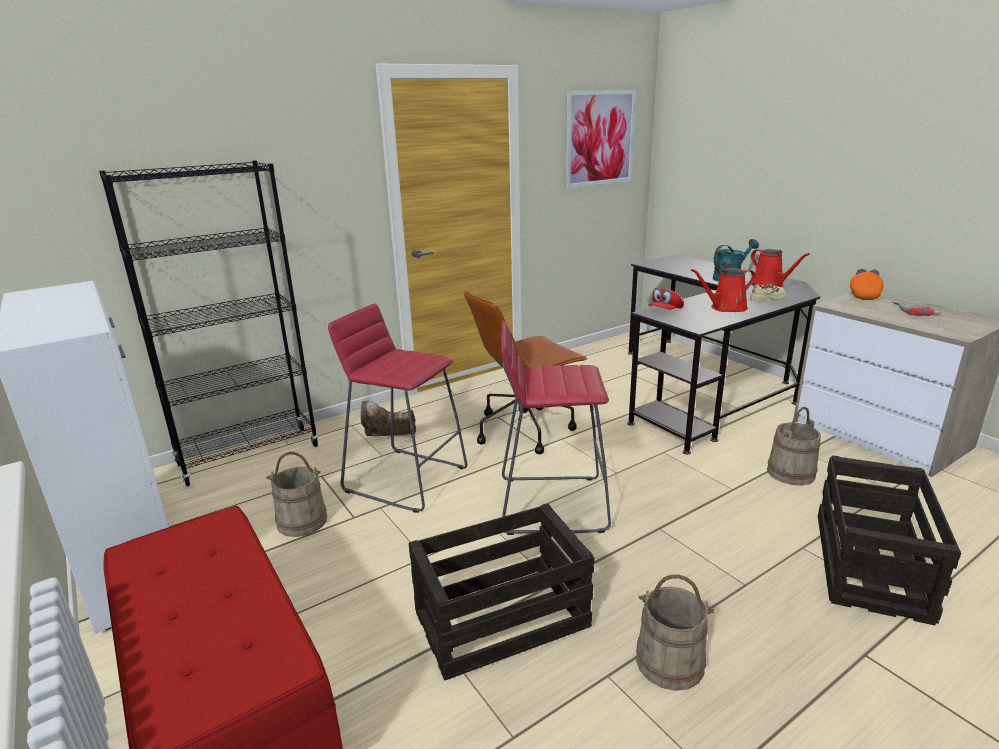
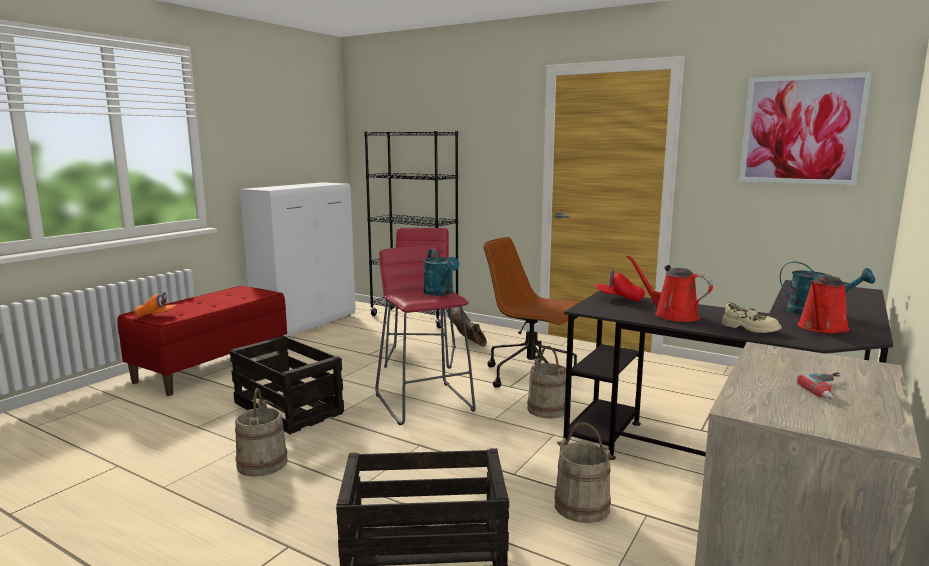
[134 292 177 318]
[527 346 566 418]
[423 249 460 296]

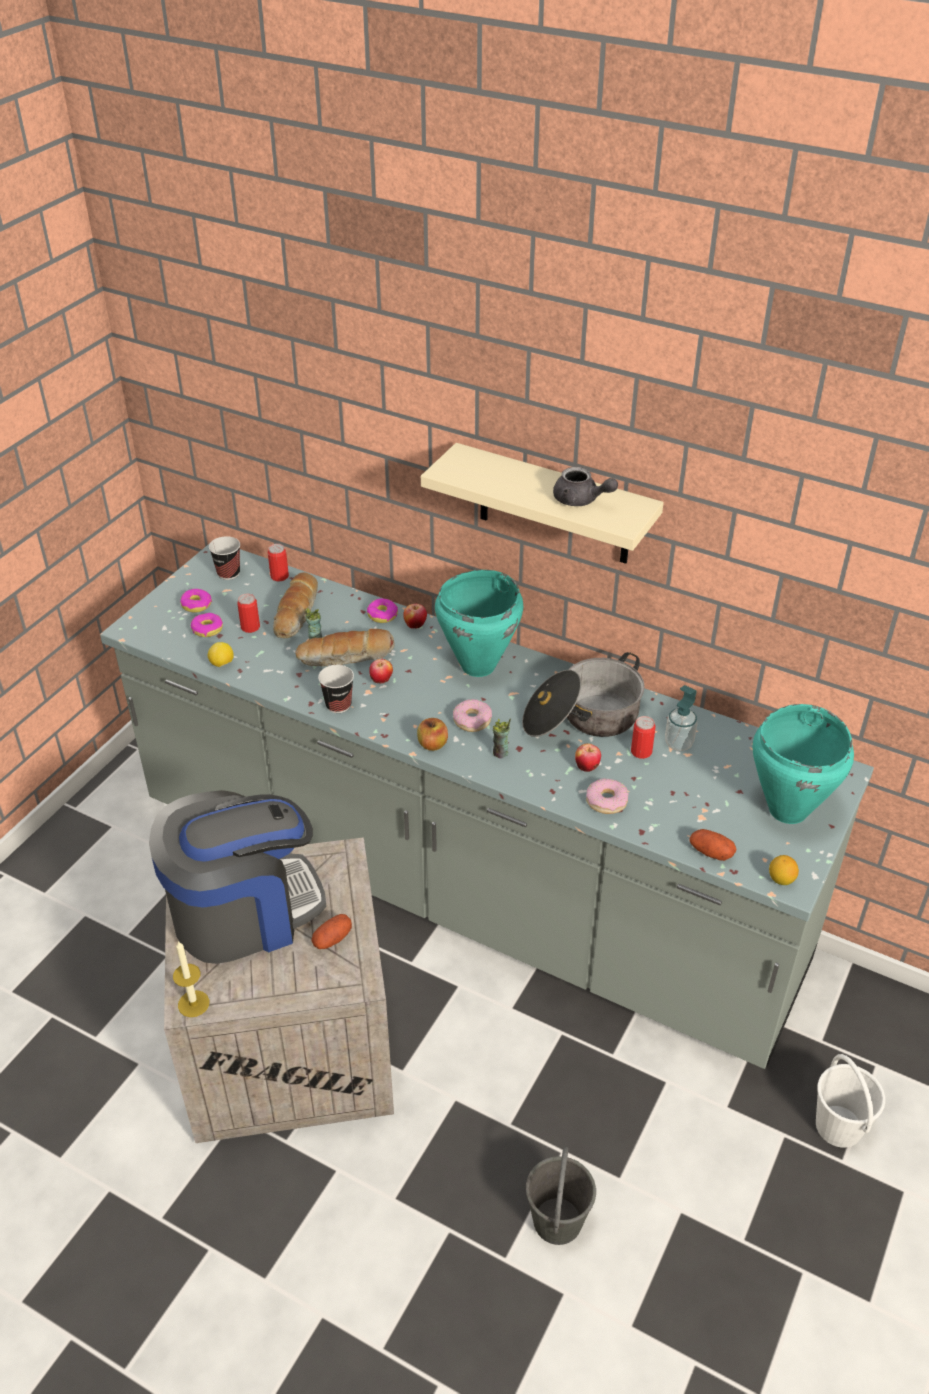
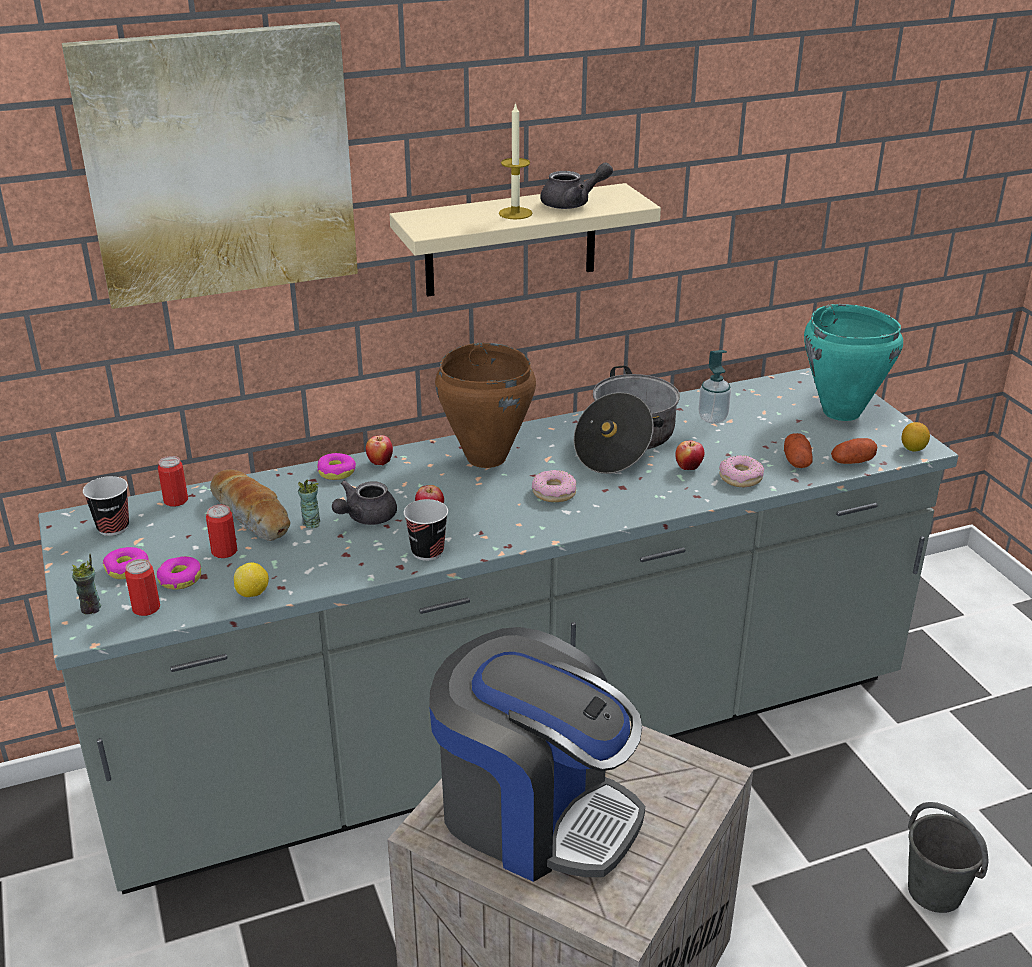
[435 343 536 468]
[332 481 397 525]
[125 559 160 616]
[417 718 448 751] (first image)
[72 554 101 615]
[429 627 645 882]
[784 433 813 468]
[499 102 533 219]
[816 1054 885 1148] (first image)
[62 22 358 309]

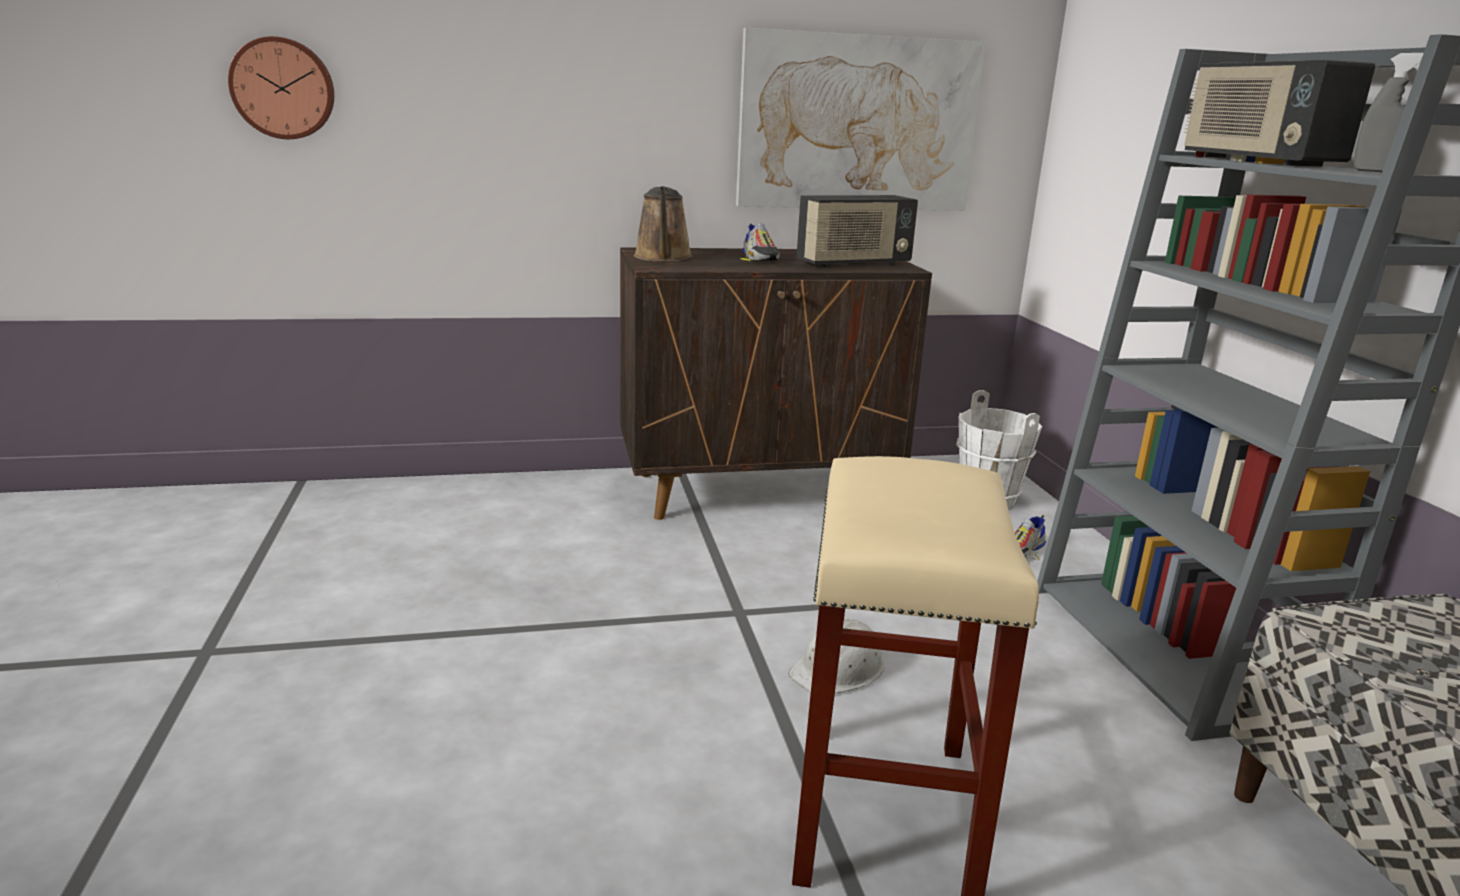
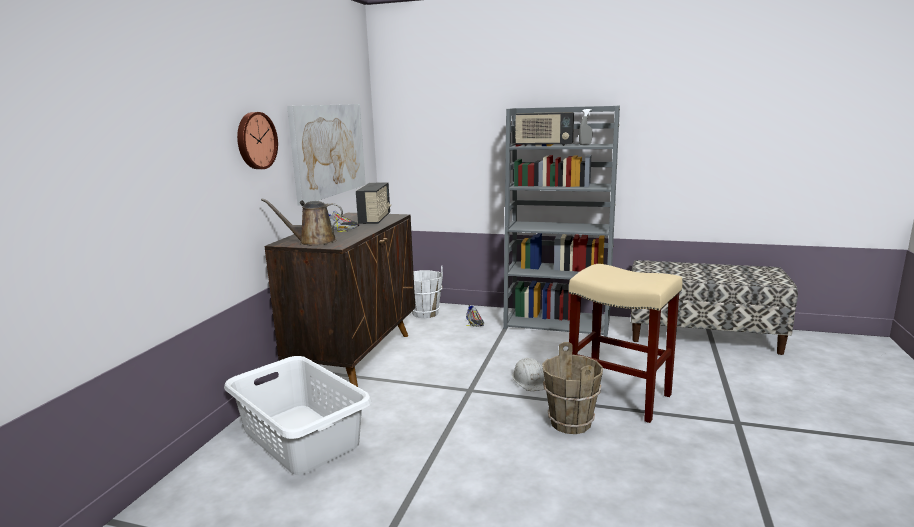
[237 112 278 169]
[261 198 343 246]
[542 342 603 434]
[224 356 372 475]

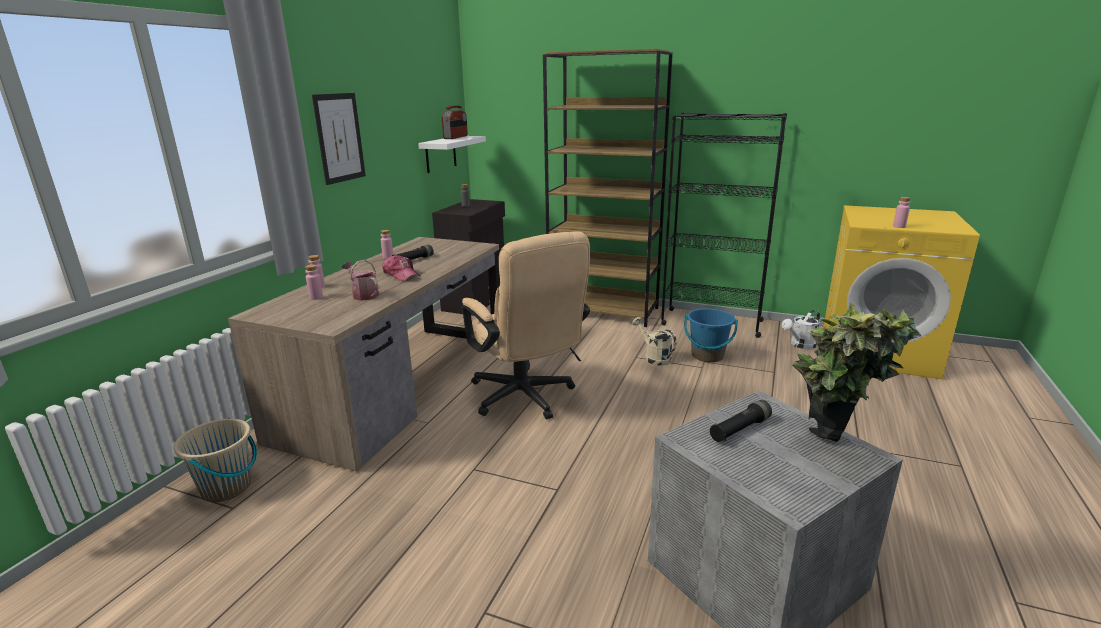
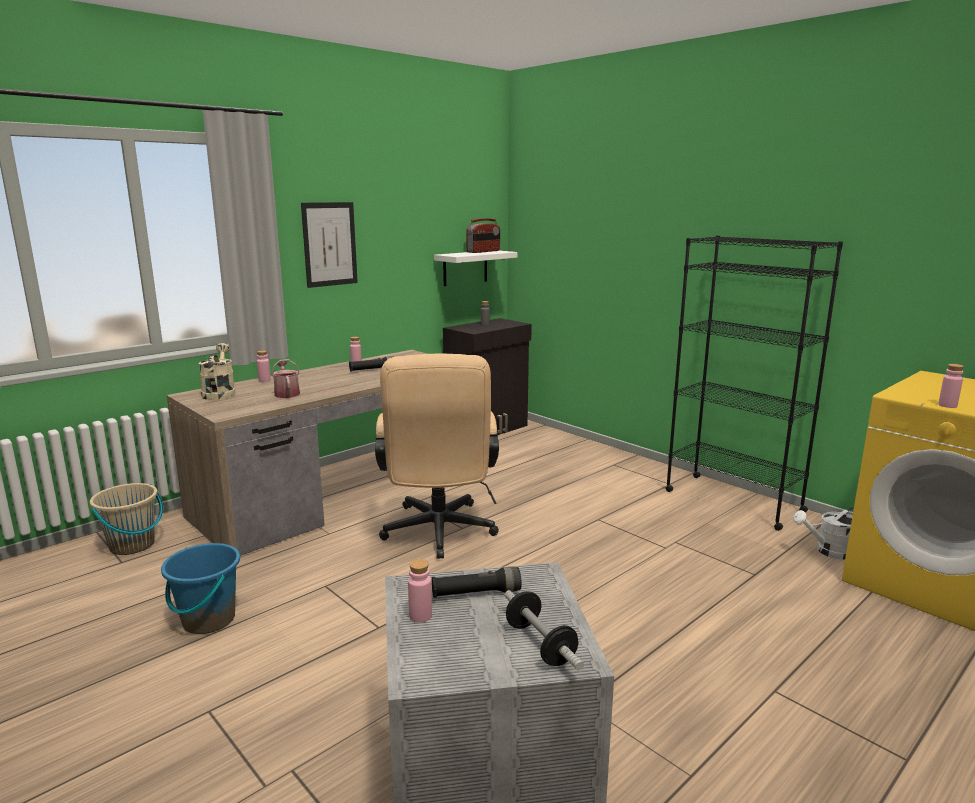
[543 49 673 327] (first image)
[382 255 420 281] (first image)
[408 559 432 623]
[504 590 584 670]
[161 543 240 634]
[198 343 236 400]

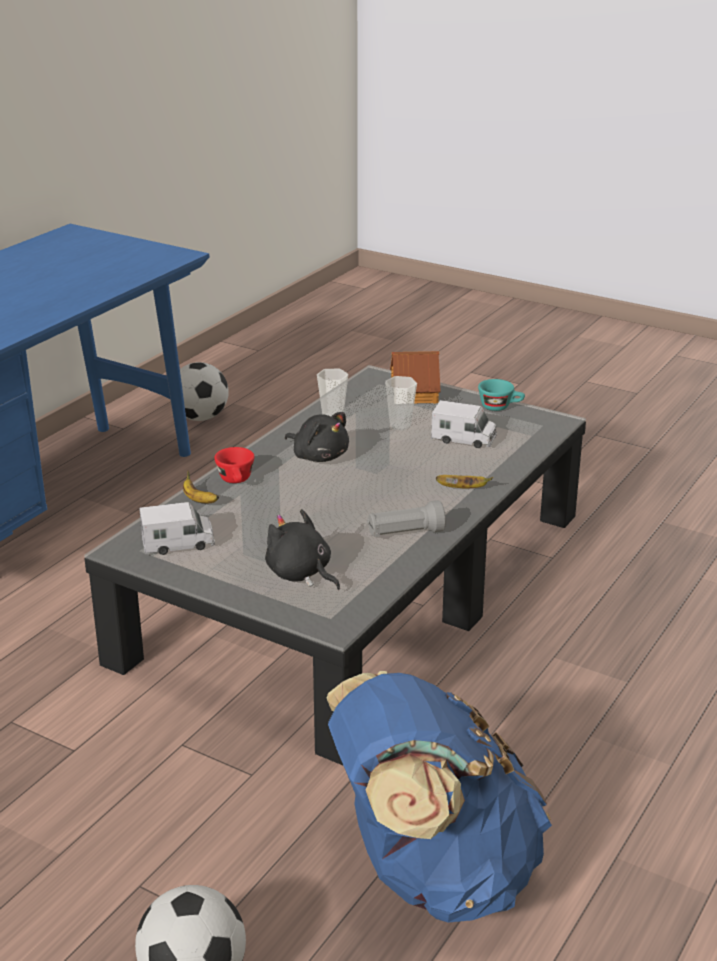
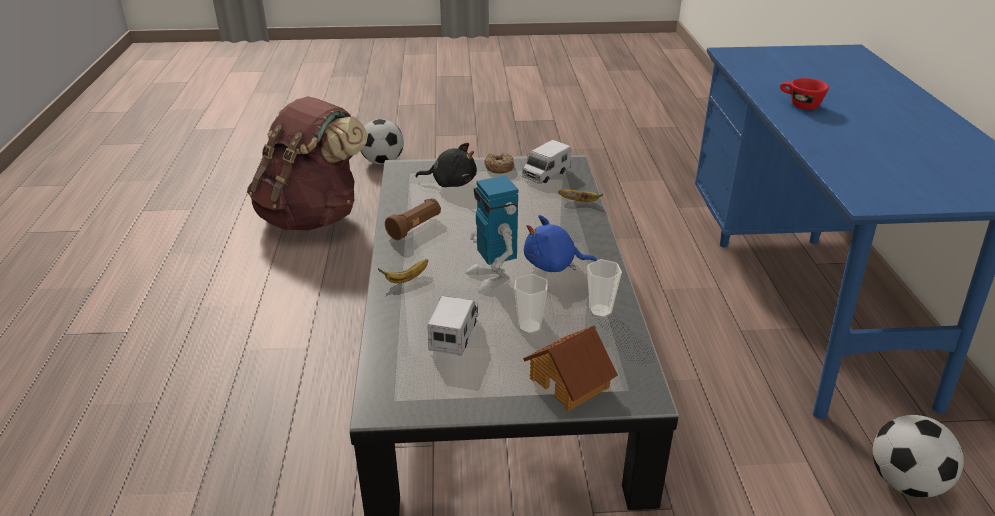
[478 379 525 411] (first image)
[427 296 479 356]
[524 215 597 272]
[780 78 829 110]
[385 198 441 240]
[247 96 368 231]
[484 153 514 174]
[465 175 518 293]

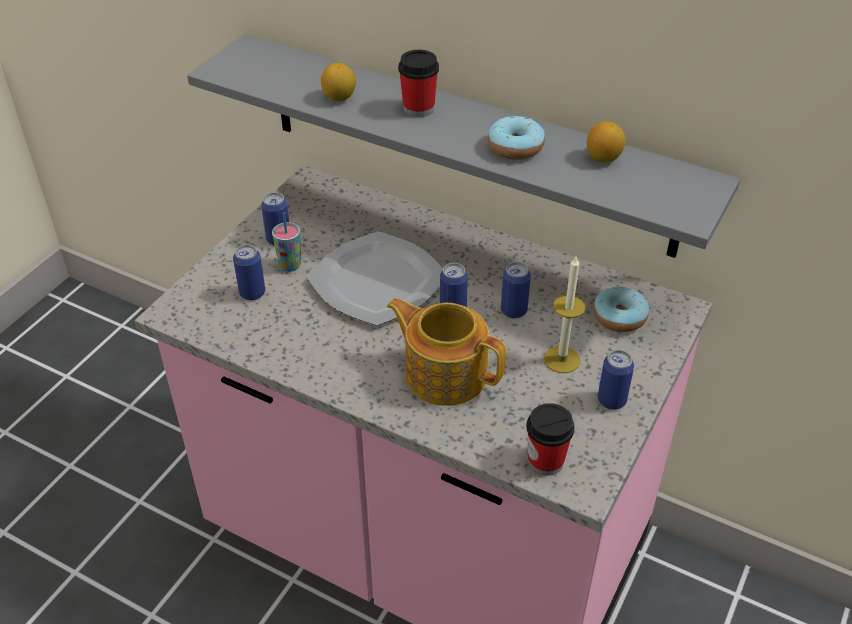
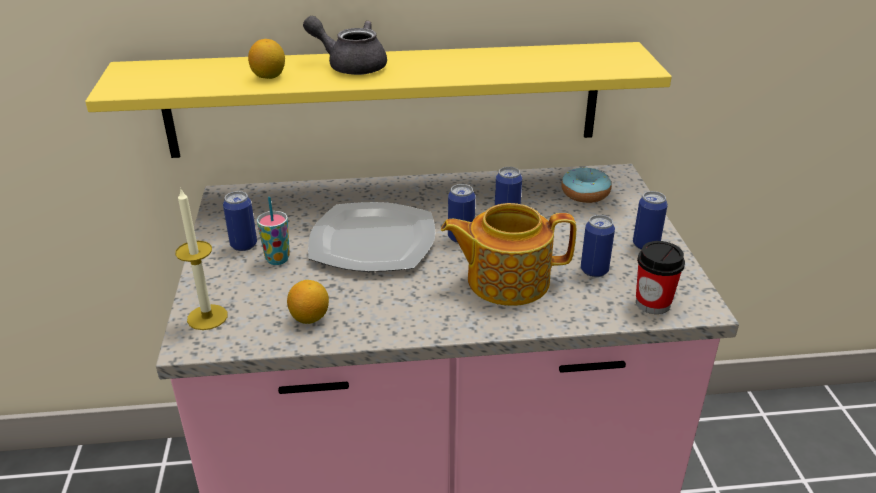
[85 42 672 158]
[303 16 387 75]
[488 116 545 160] (first image)
[287 280 329 324]
[581 215 615 277]
[175 189 228 330]

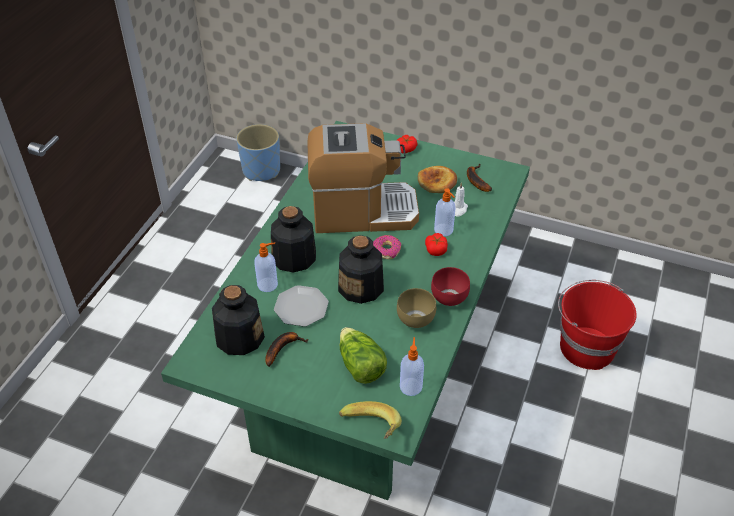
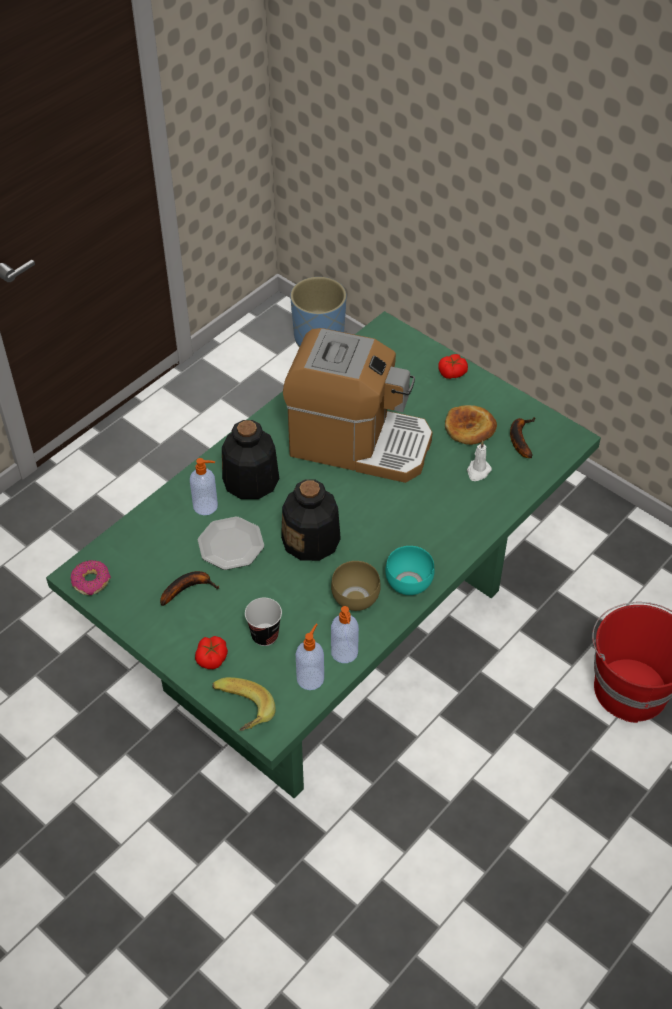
[331 606 359 663]
[195 636 228 669]
[71 560 111 595]
[385 546 435 595]
[212 285 265 355] (first image)
[245 598 282 646]

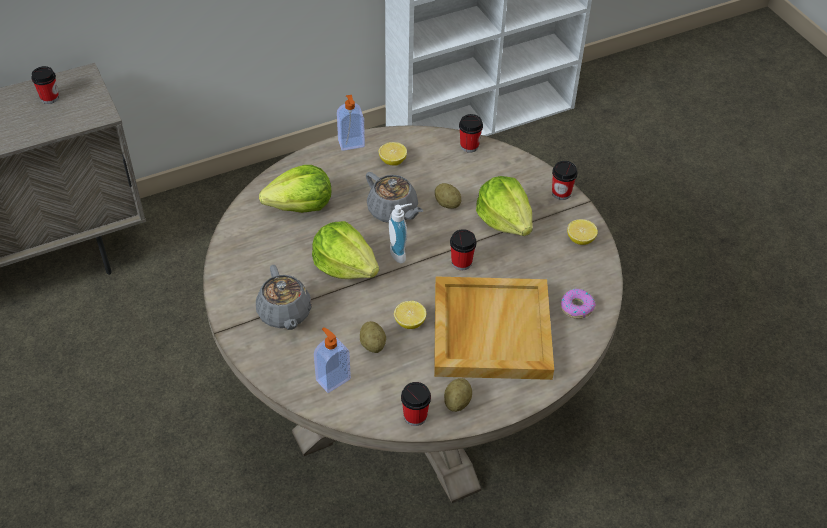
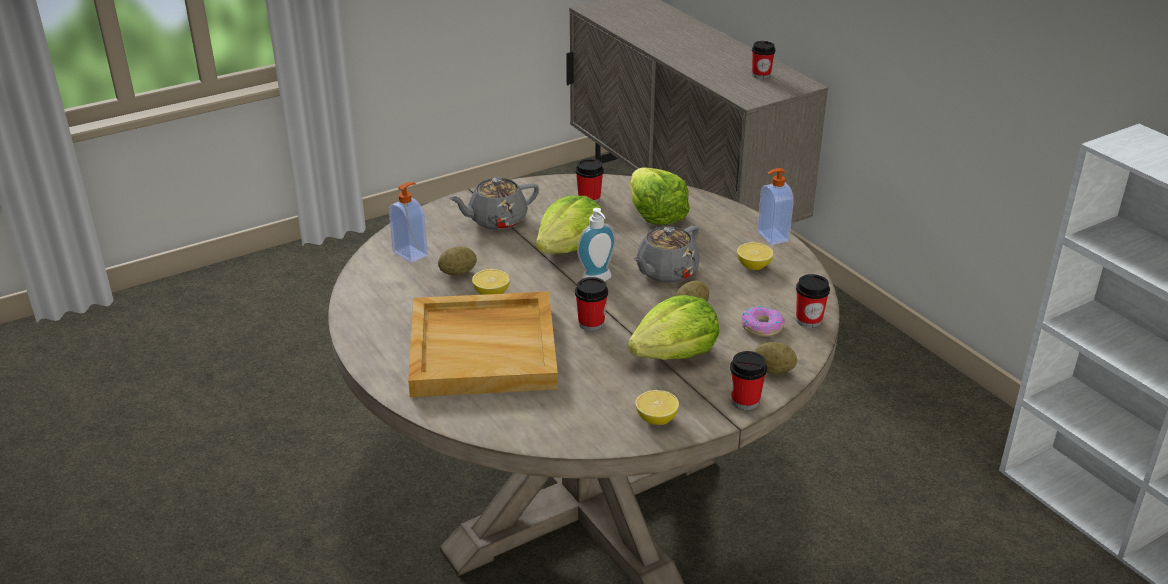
[741 306 785 337]
[754 342 797 375]
[575 158 604 203]

